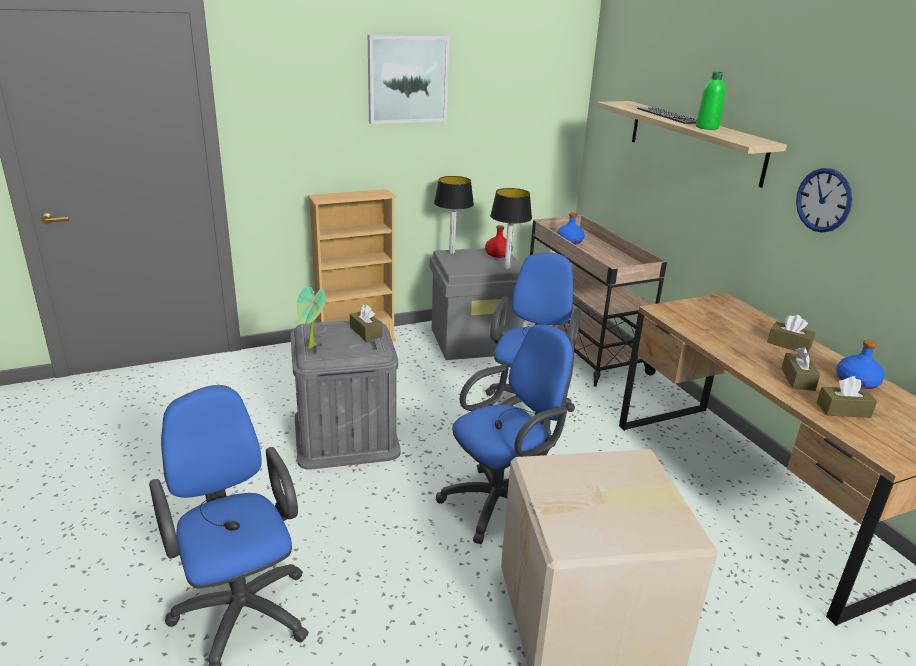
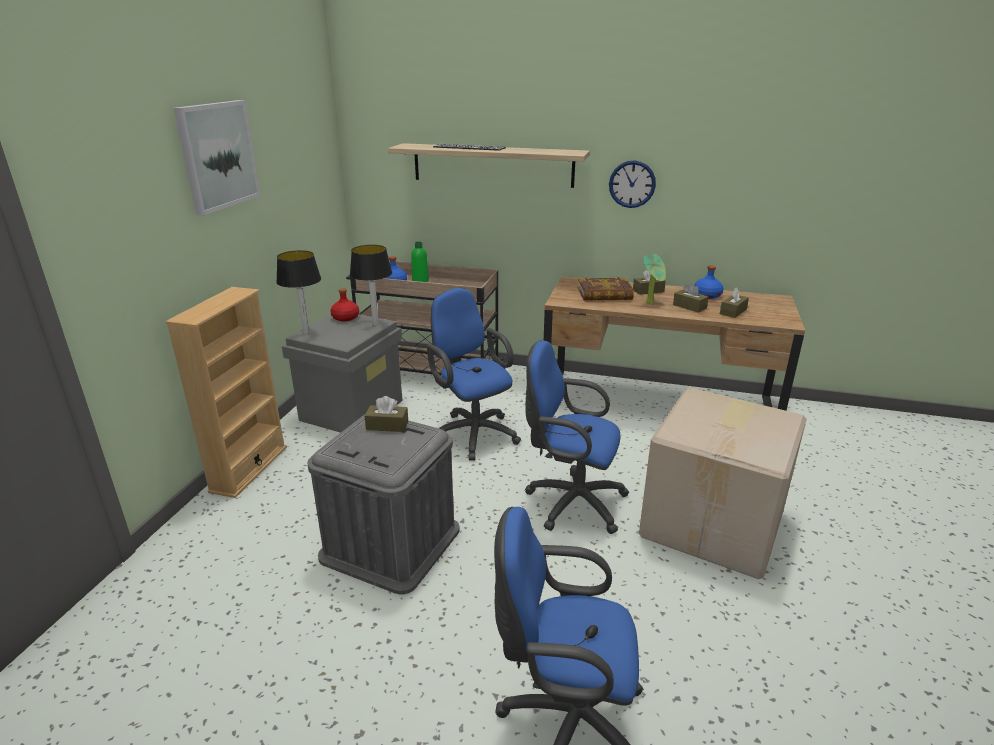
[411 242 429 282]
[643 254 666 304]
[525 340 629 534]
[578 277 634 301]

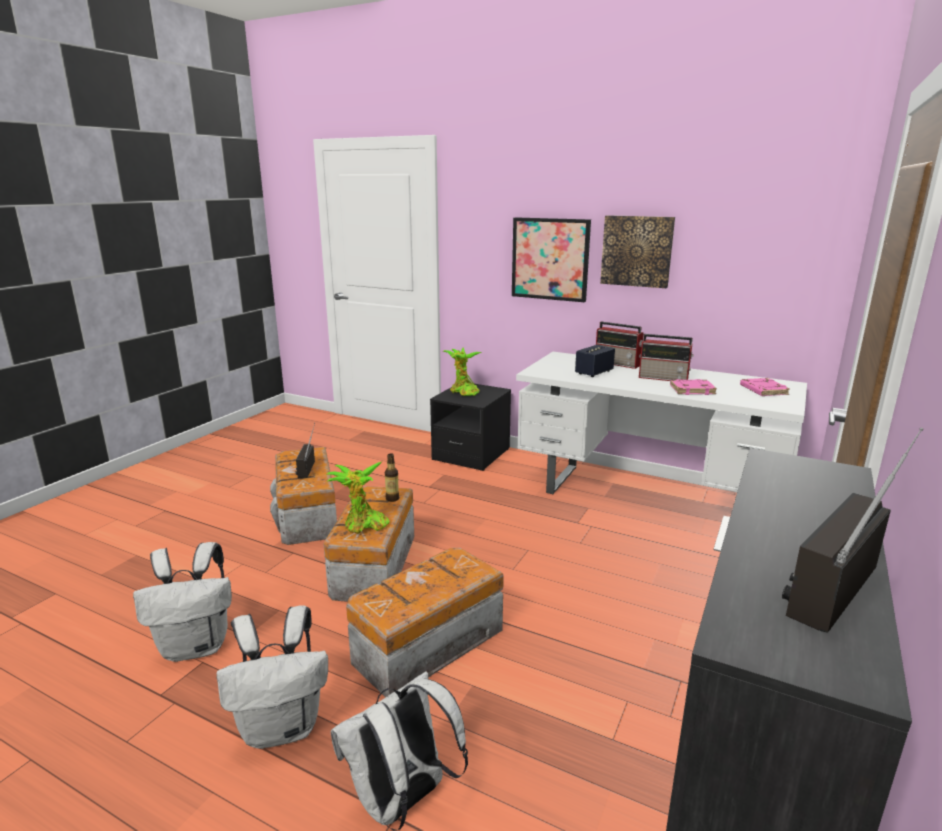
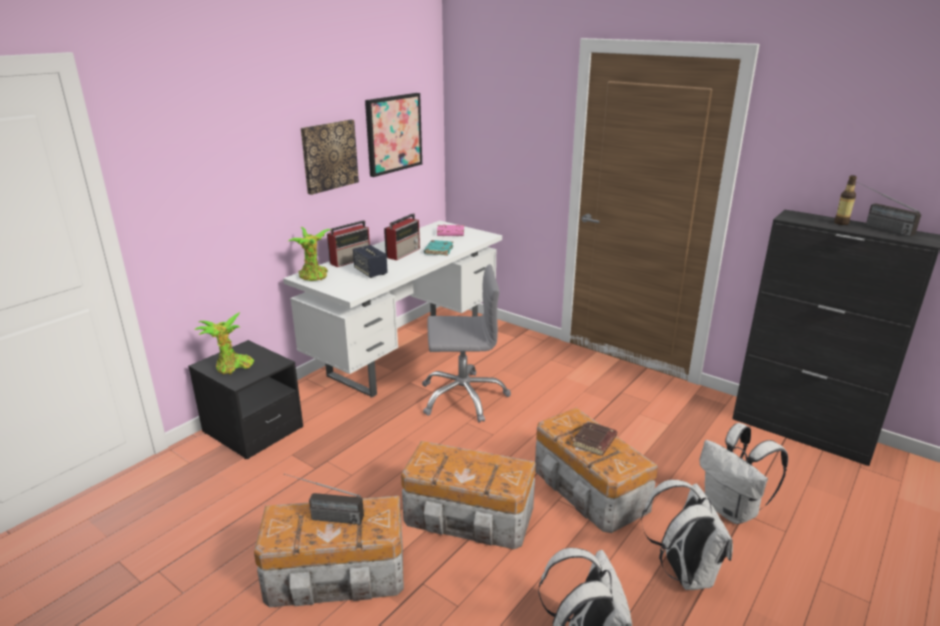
[365 93 422 177]
[424 240 453 256]
[834 175 857 225]
[288 227 332 281]
[422 264 511 423]
[572 421 617 456]

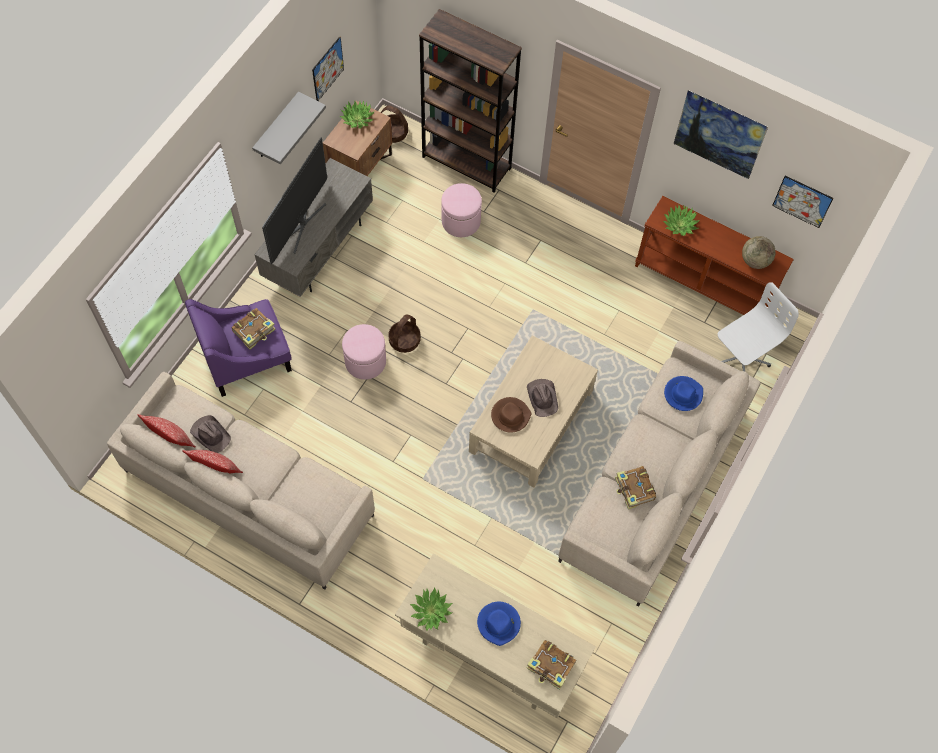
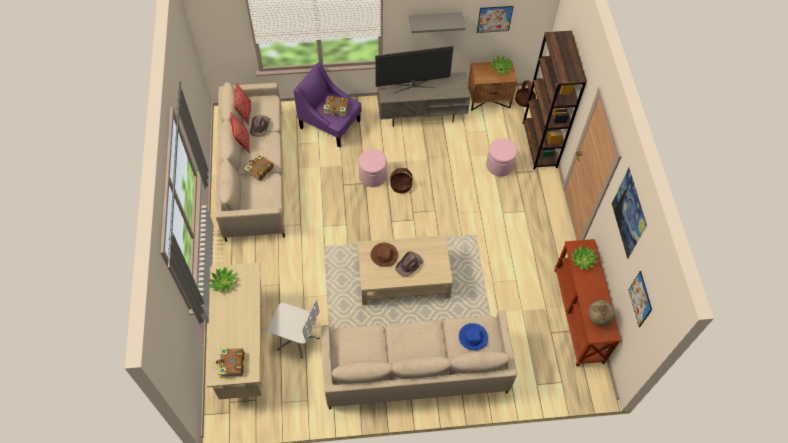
[268 299 320 358]
[244 153 274 181]
[477 602 521 646] (first image)

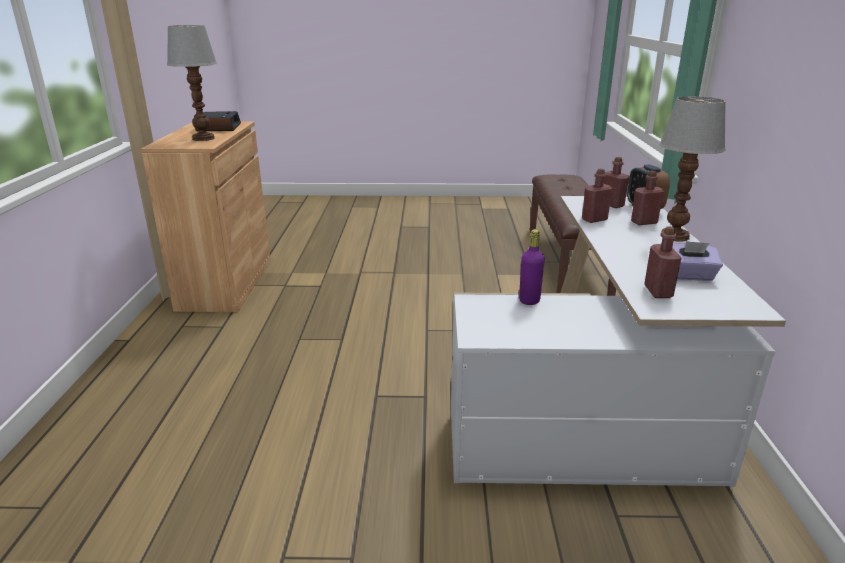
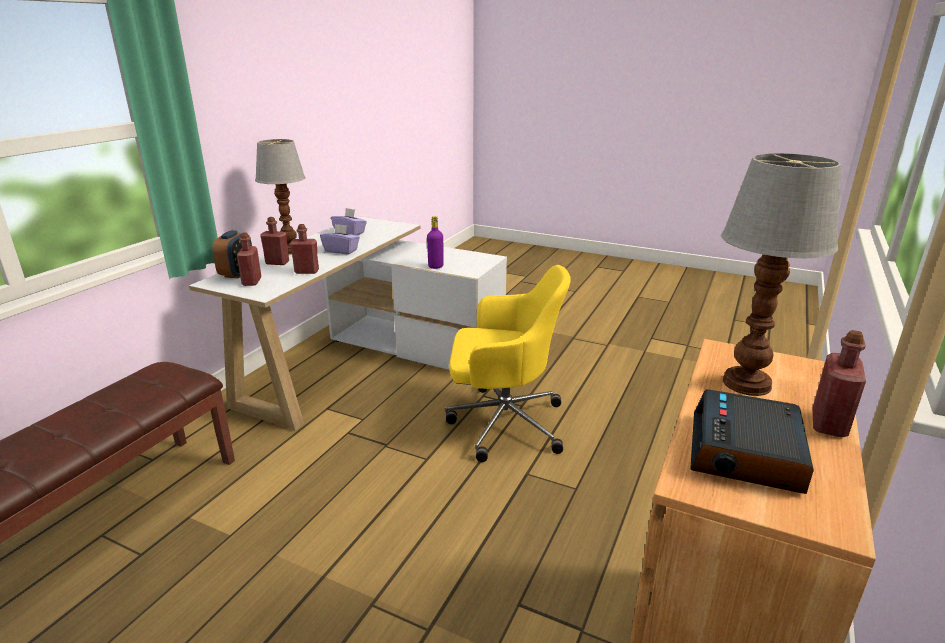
[813 330 866 437]
[320 224 360 254]
[445 265 571 462]

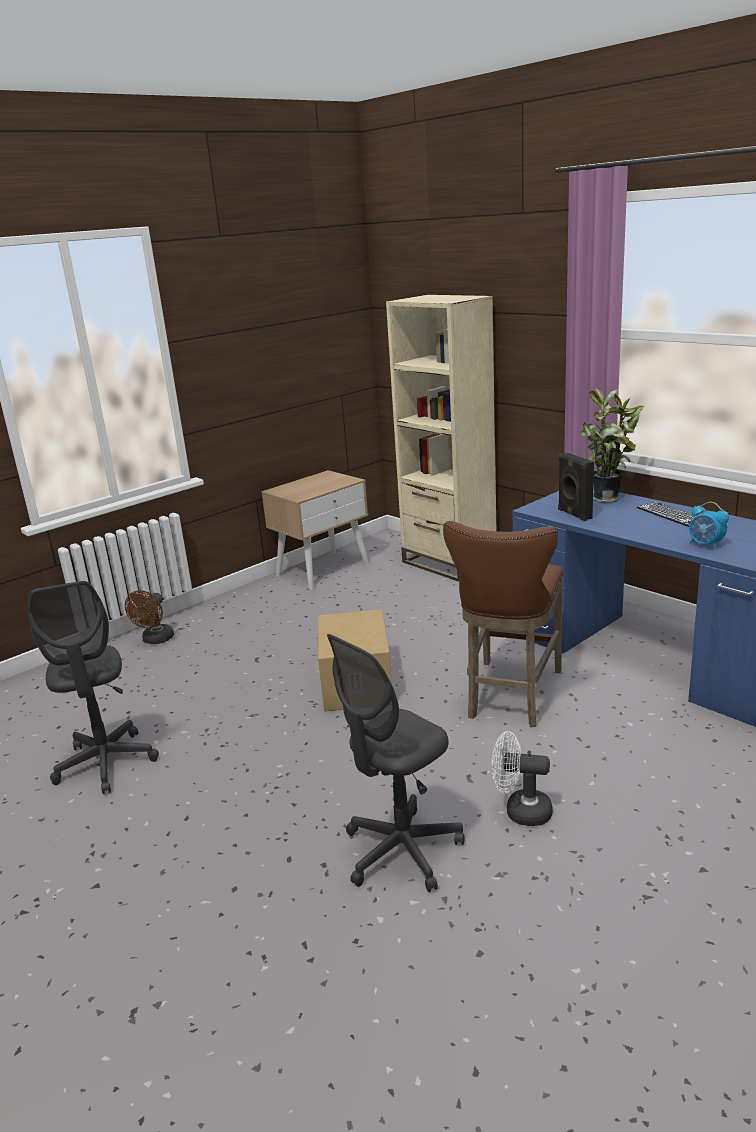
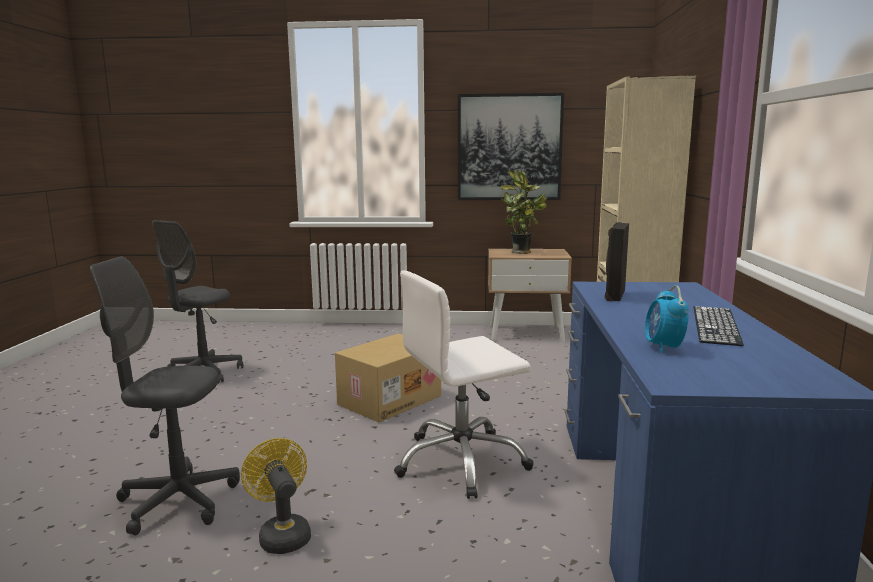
[500 169 547 254]
[394 270 534 499]
[125 590 174 644] (first image)
[241 438 311 554]
[458 93 564 200]

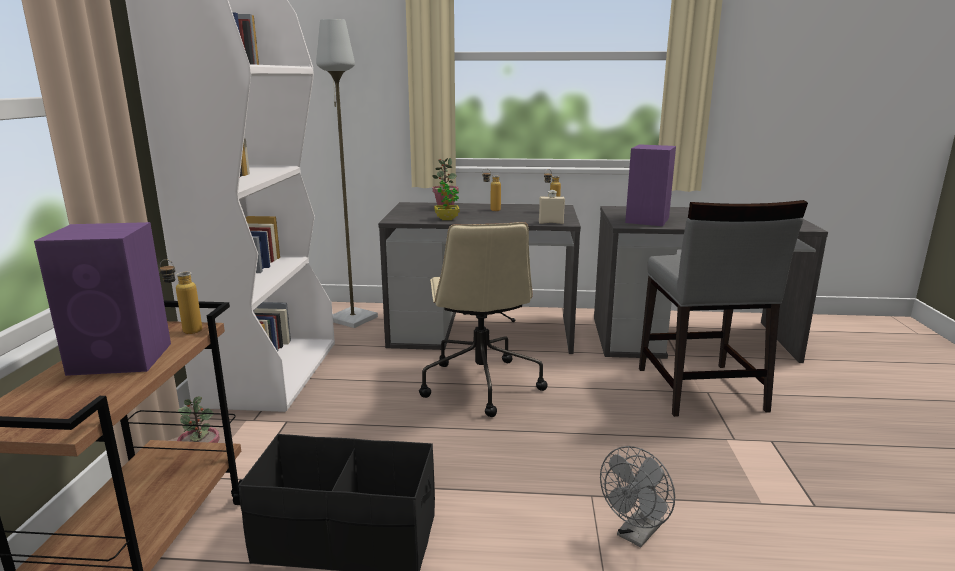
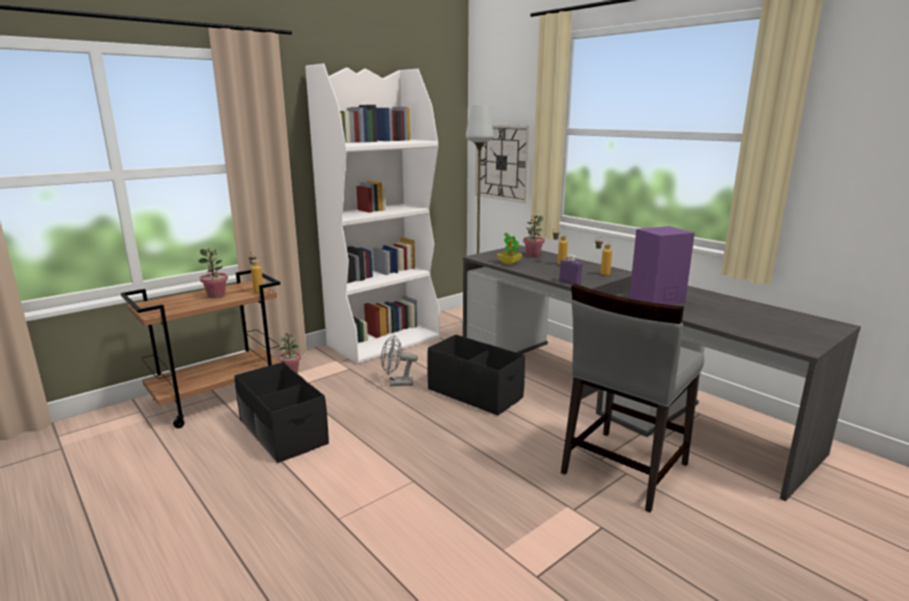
[559 254 582 285]
[198 248 228 298]
[427 335 525 416]
[381 335 418 386]
[475 125 531 203]

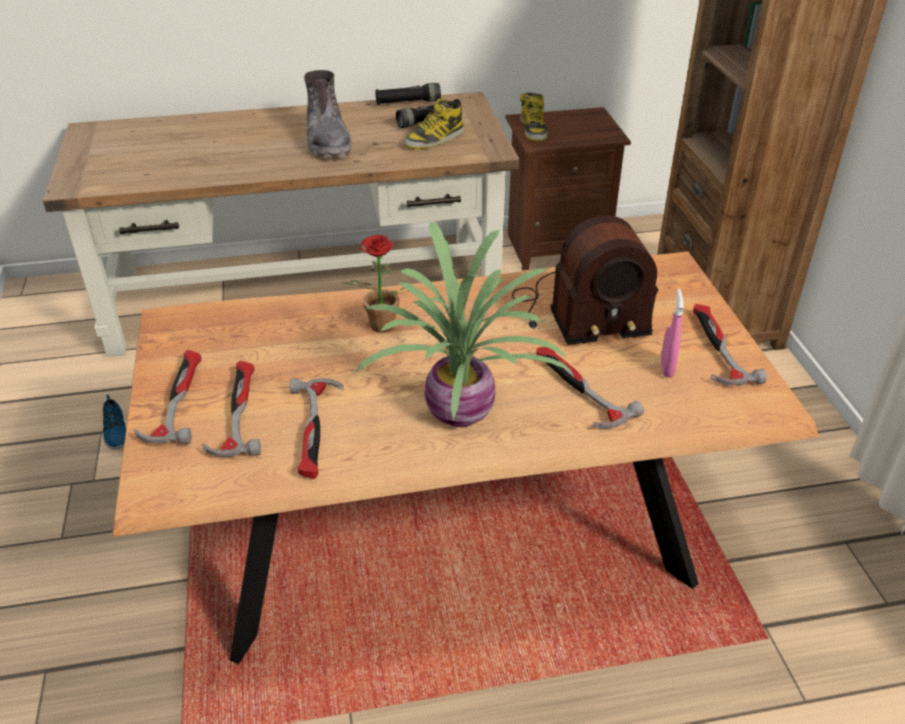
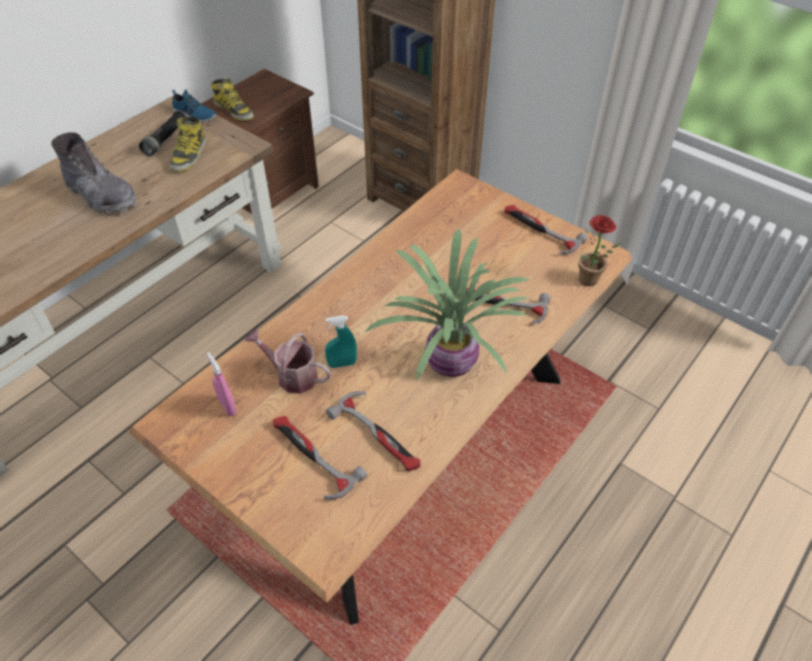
[376 83 441 105] (first image)
[512 215 658 345] (first image)
[578 215 621 286]
[207 352 237 416]
[134 350 201 444] (first image)
[172 90 217 122]
[325 316 357 368]
[245 329 331 394]

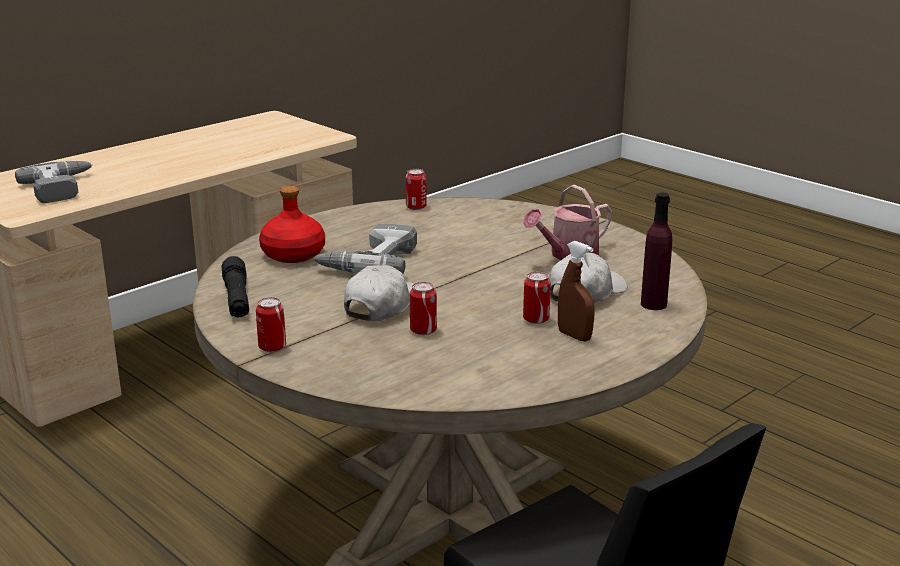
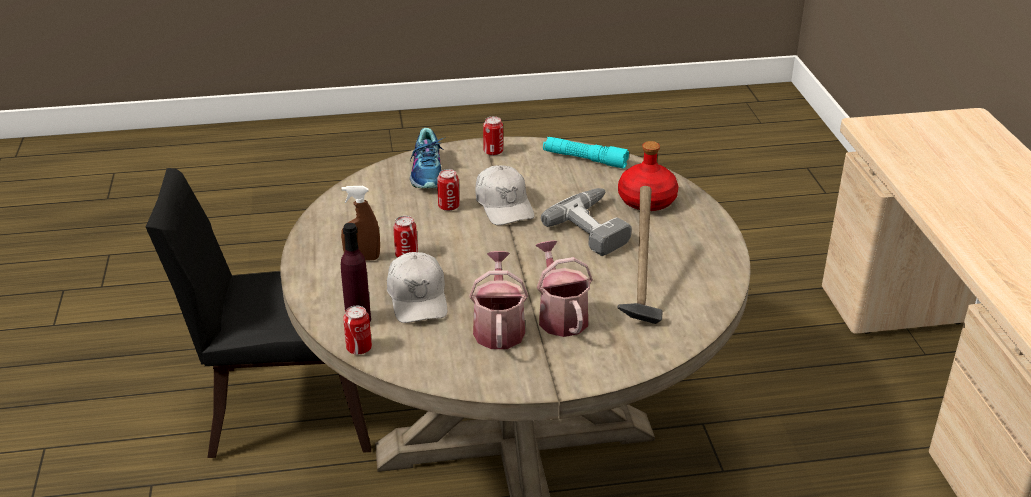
[15 161 93 203] (first image)
[343 306 372 355]
[543 137 629 169]
[410 128 444 188]
[618 186 662 324]
[535 240 593 337]

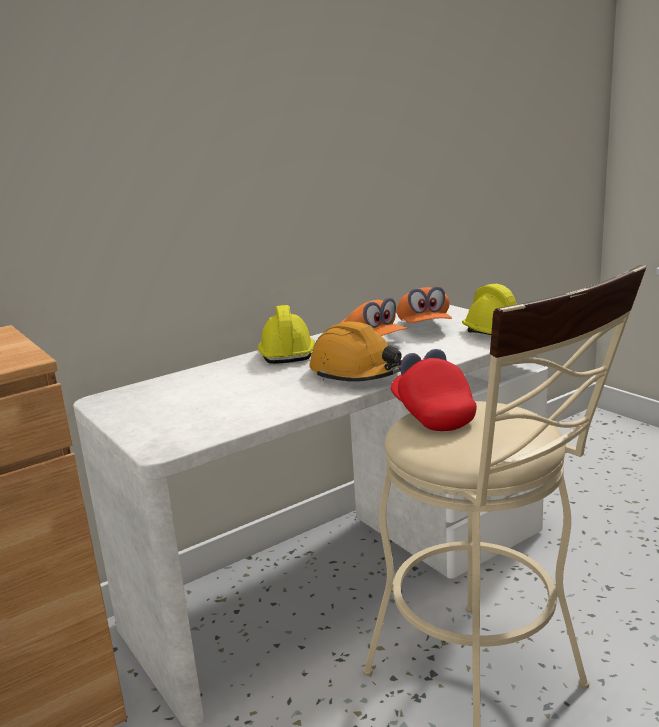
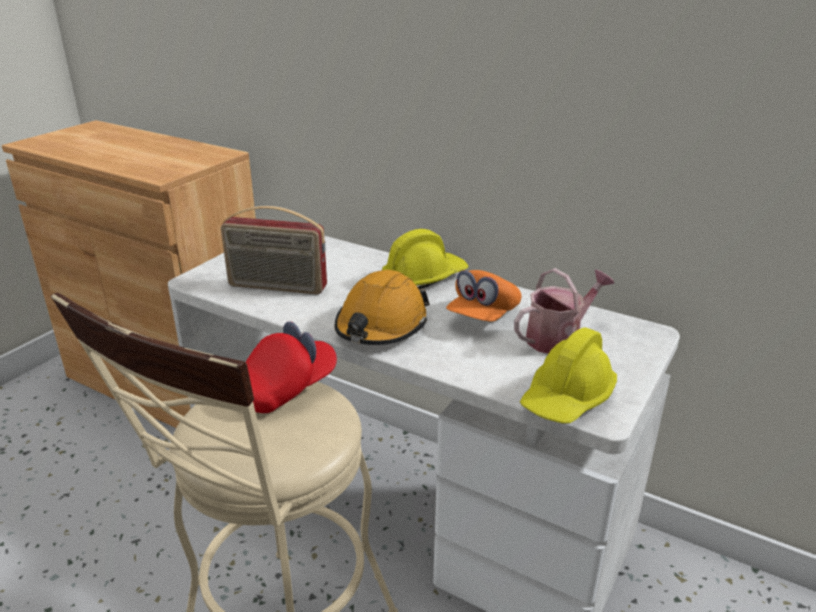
[514 268 614 354]
[221 206 327 294]

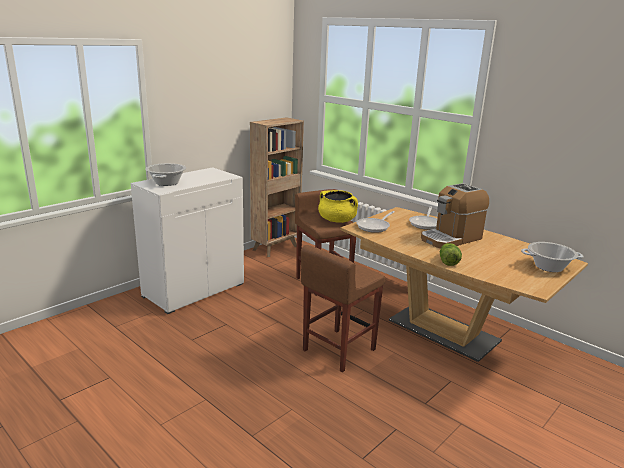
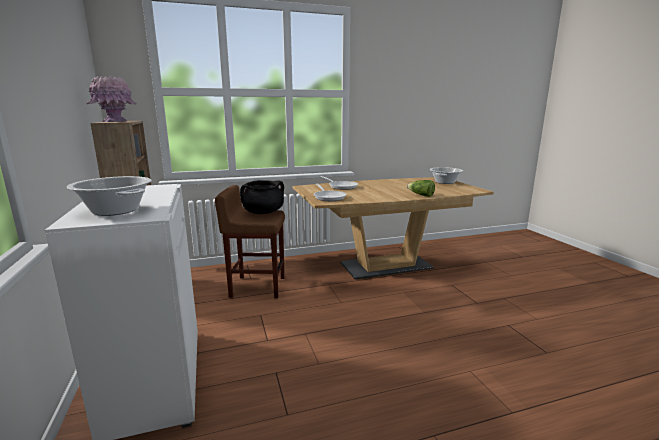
[421 183 489 248] (first image)
[240 180 284 214]
[301 245 385 372] (first image)
[86 76 137 122]

